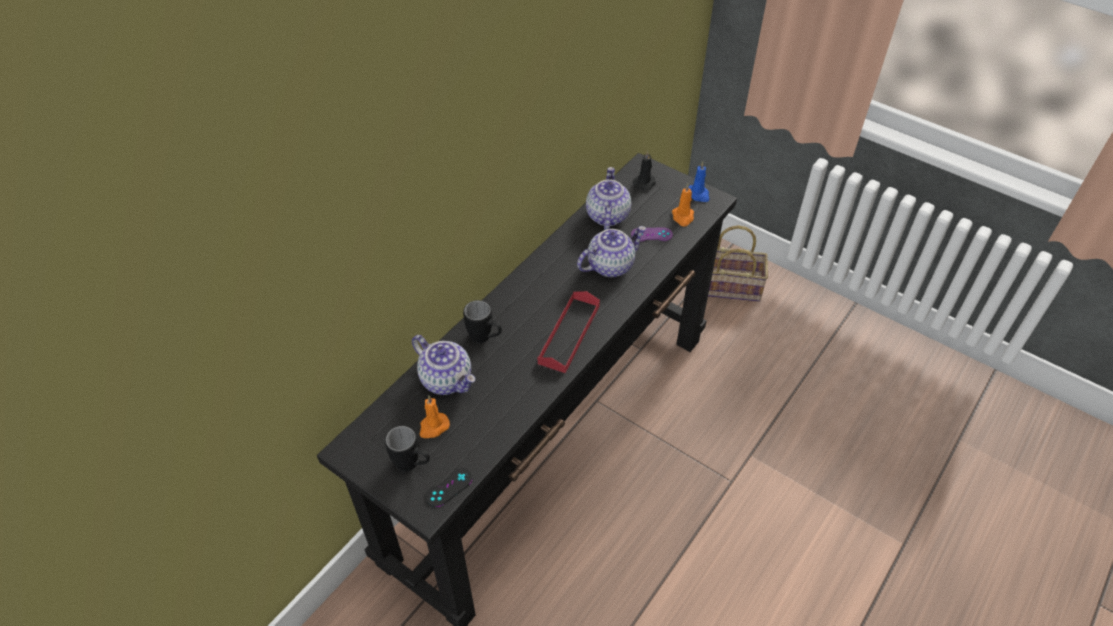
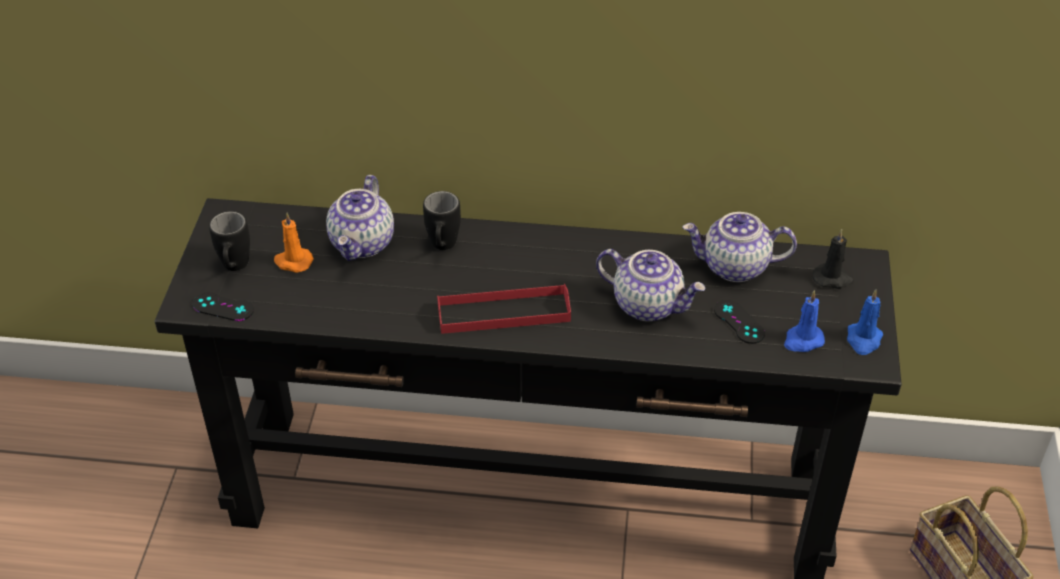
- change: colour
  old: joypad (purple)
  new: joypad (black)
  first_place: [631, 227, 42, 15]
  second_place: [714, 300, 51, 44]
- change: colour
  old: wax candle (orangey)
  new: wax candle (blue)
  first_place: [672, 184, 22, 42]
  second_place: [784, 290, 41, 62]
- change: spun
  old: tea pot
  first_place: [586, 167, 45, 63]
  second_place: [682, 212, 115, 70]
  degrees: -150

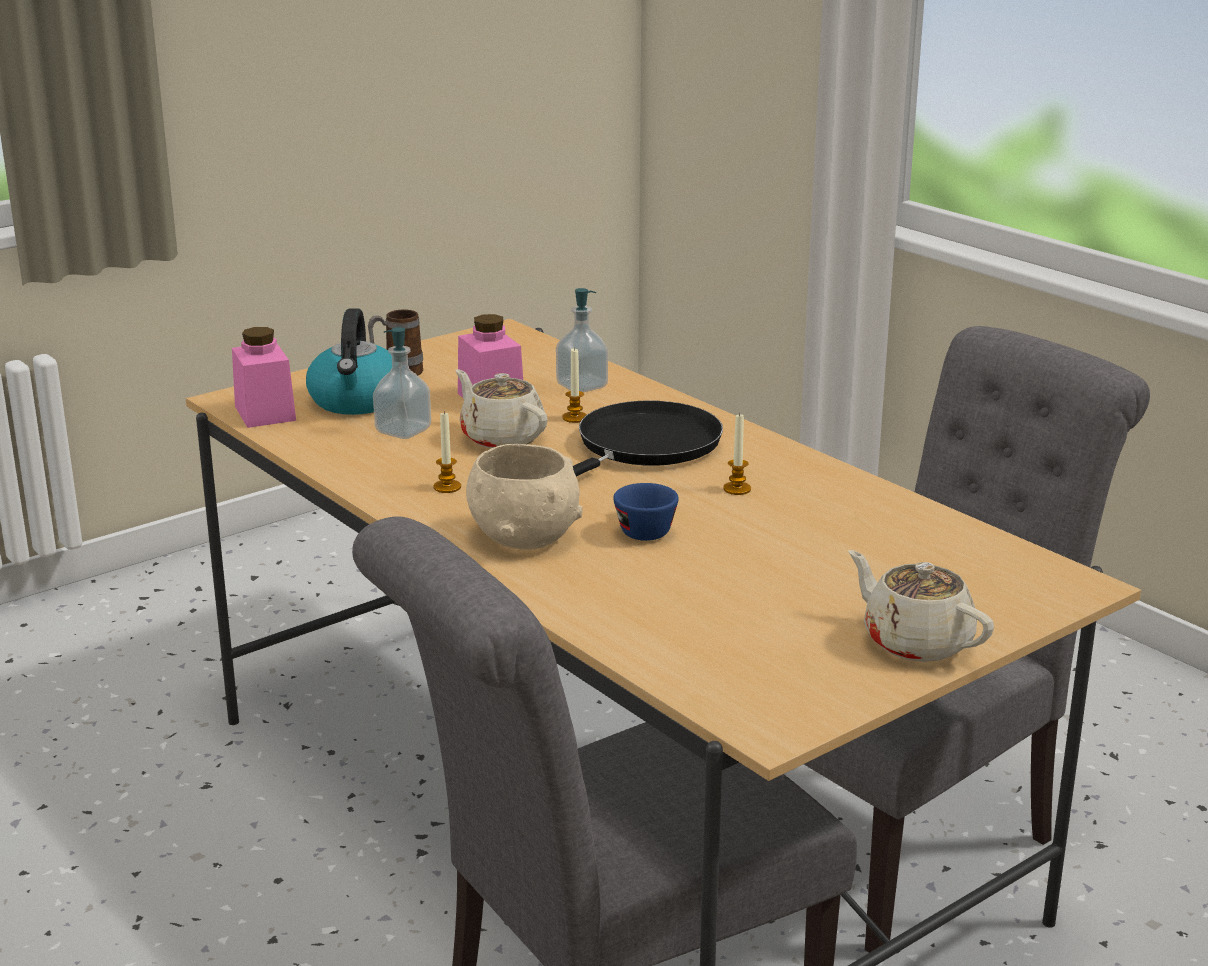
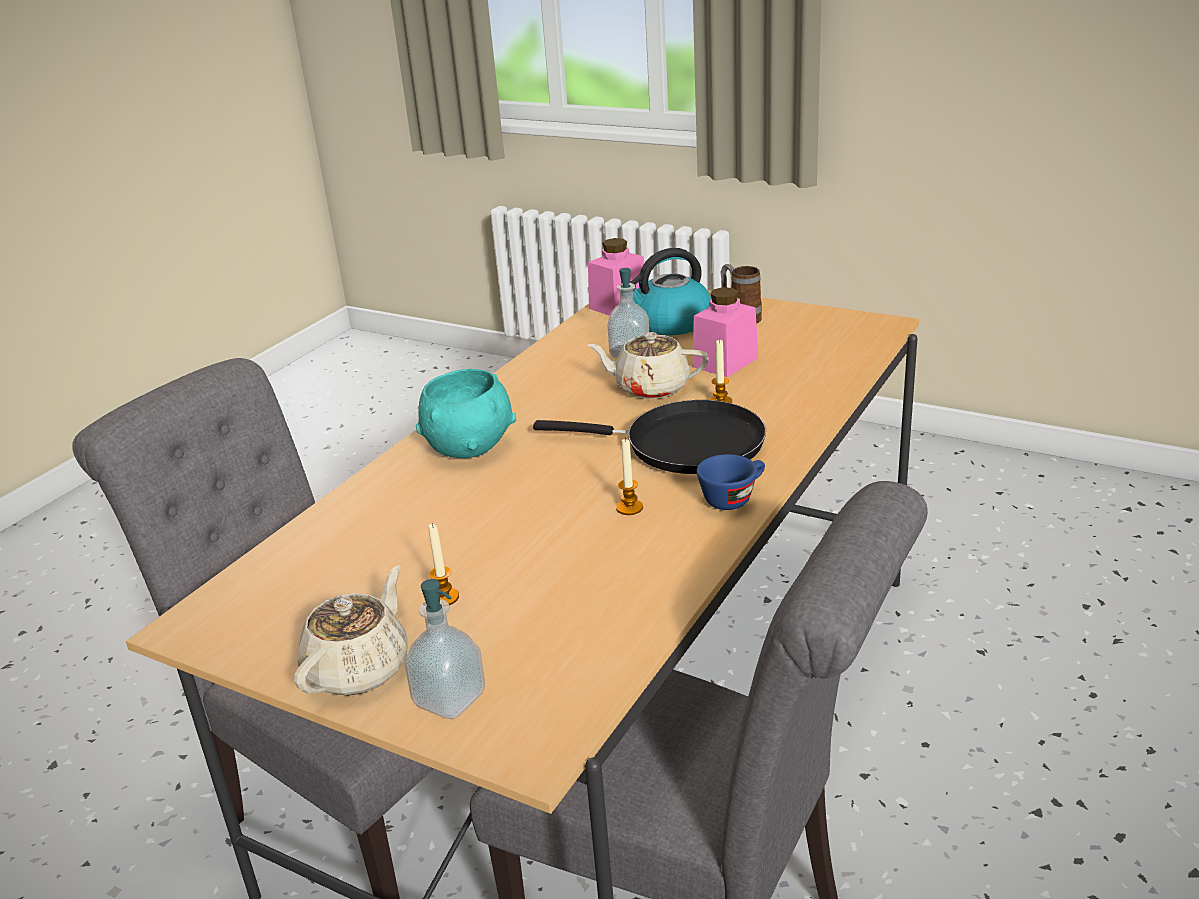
- change: relocated
  old: wax candle
  first_place: [433, 412, 28, 81]
  second_place: [428, 523, 31, 82]
- change: relocated
  old: liquid soap bottle
  first_place: [556, 288, 52, 105]
  second_place: [404, 579, 81, 141]
- change: relocated
  old: small cup (blue)
  first_place: [613, 483, 66, 58]
  second_place: [697, 454, 68, 56]
- change: colour
  old: deep dish (beige-coloured)
  new: deep dish (blue-green)
  first_place: [466, 444, 116, 106]
  second_place: [416, 369, 100, 89]
- change: spun
  old: tea pot (beige-coloured)
  first_place: [455, 369, 93, 79]
  second_place: [587, 332, 122, 67]
  degrees: -105

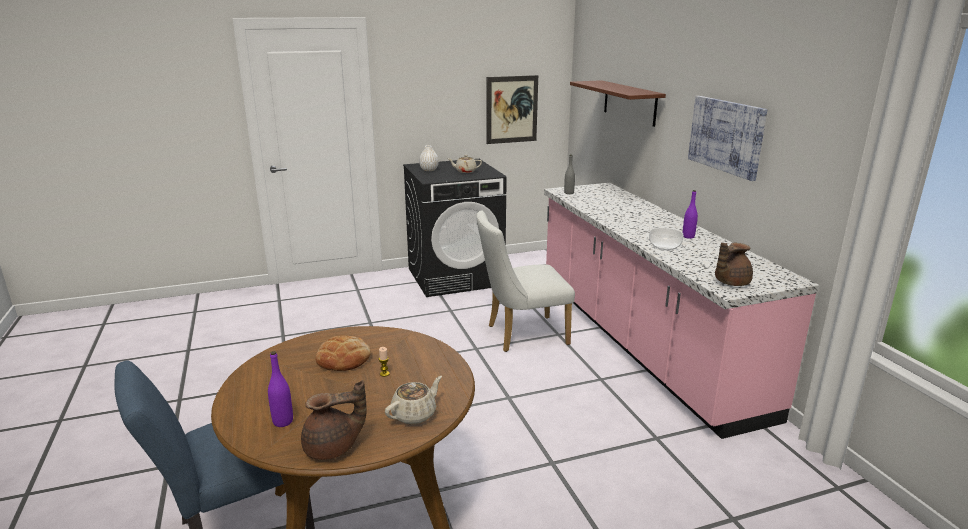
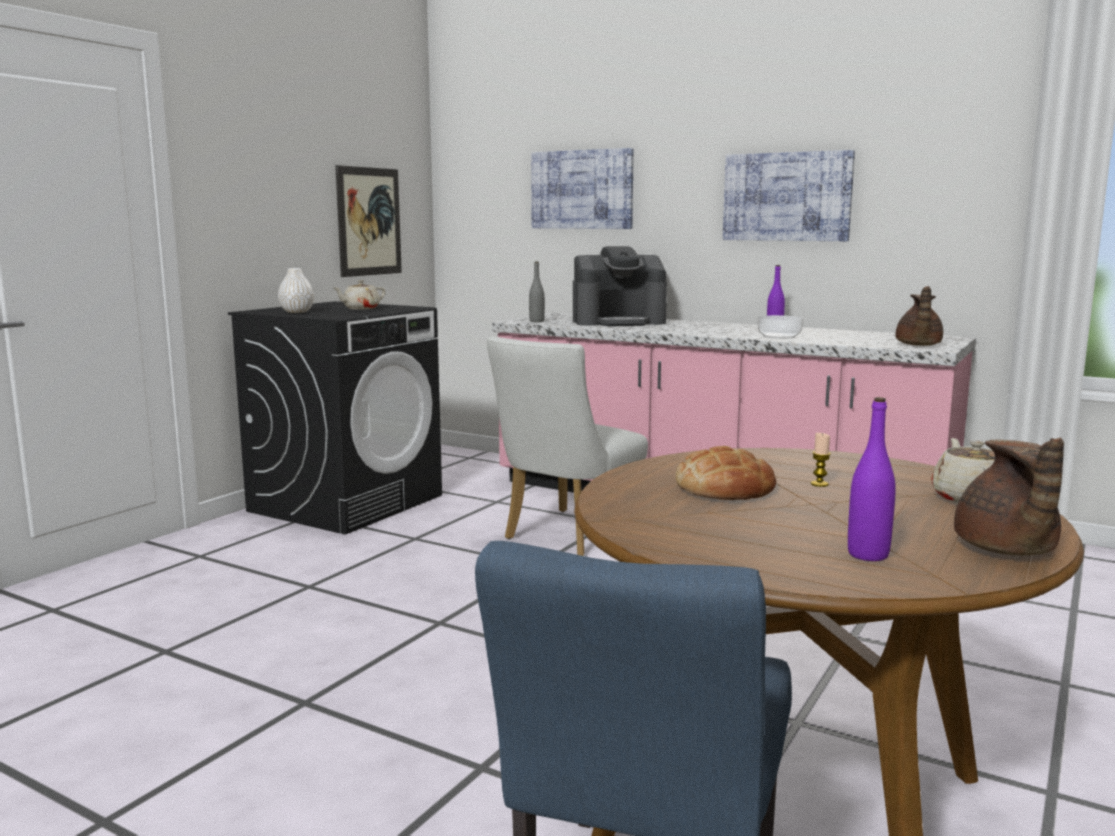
- change: appeared
  new: coffee machine
  second_place: [573, 246, 94, 80]
- change: exchanged
  old: bracket shelf (brown-coloured)
  new: wall picture
  first_place: [570, 80, 96, 47]
  second_place: [531, 148, 103, 81]
- change: spun
  old: tea pot (brown-coloured)
  first_place: [301, 380, 66, 80]
  second_place: [954, 438, 110, 117]
  degrees: 150

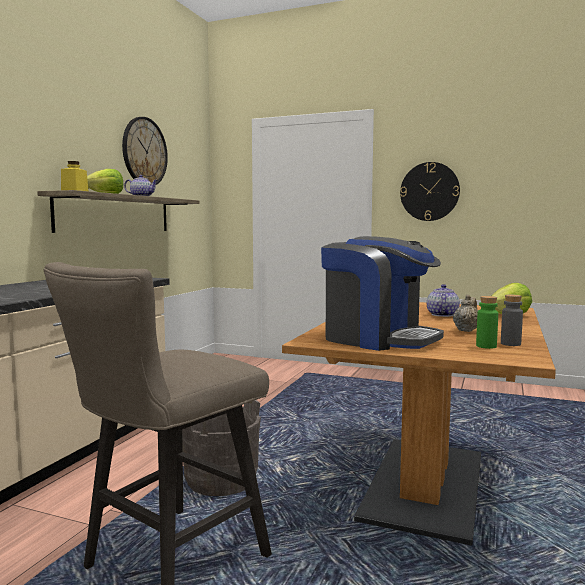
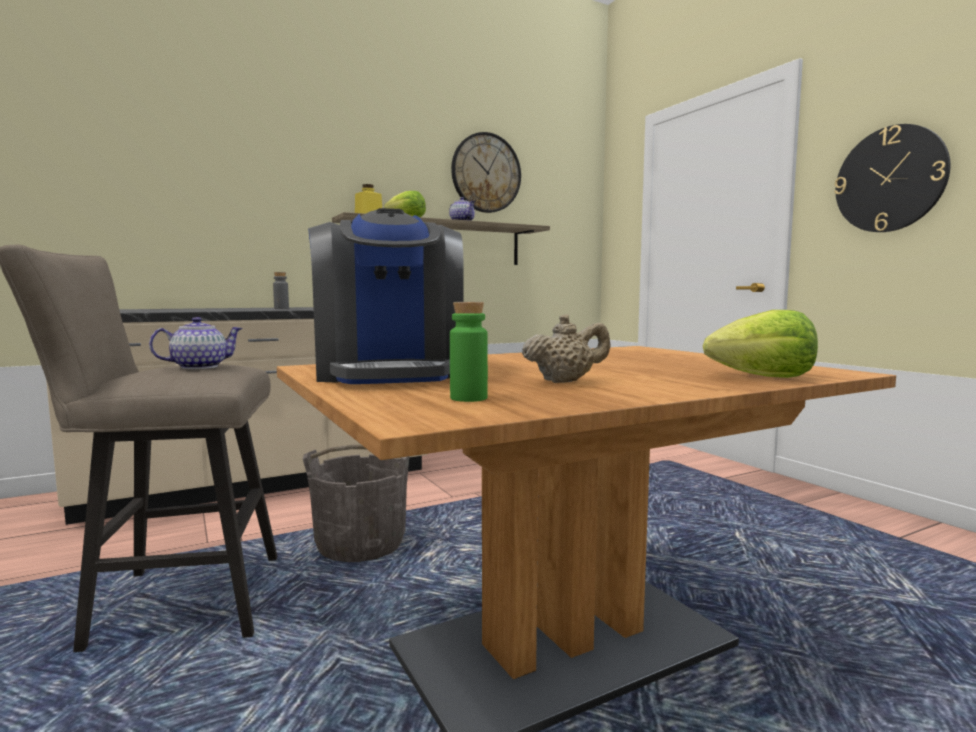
- change: relocated
  old: tea pot
  first_place: [427, 284, 33, 33]
  second_place: [149, 317, 94, 52]
- change: relocated
  old: drink bottle (grey)
  first_place: [501, 295, 22, 51]
  second_place: [273, 272, 16, 37]

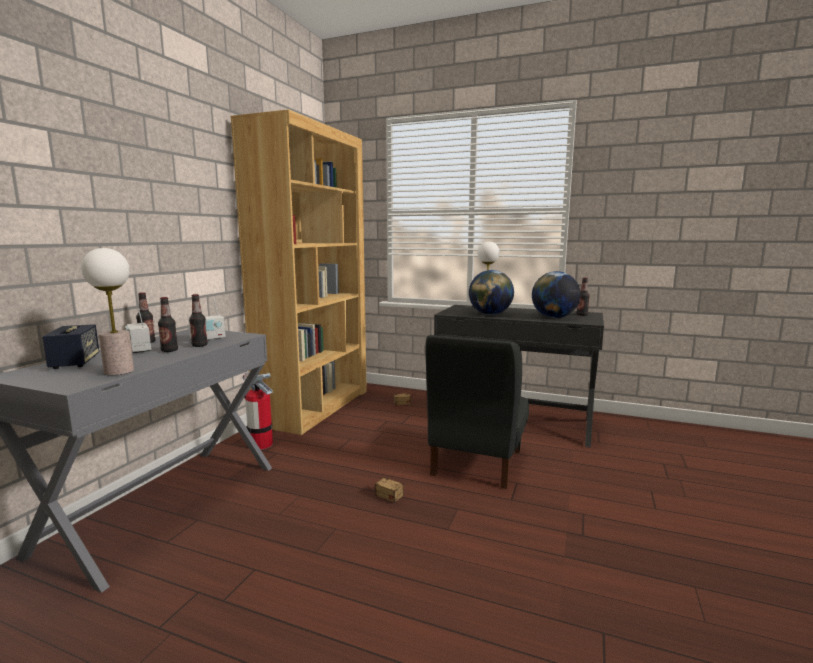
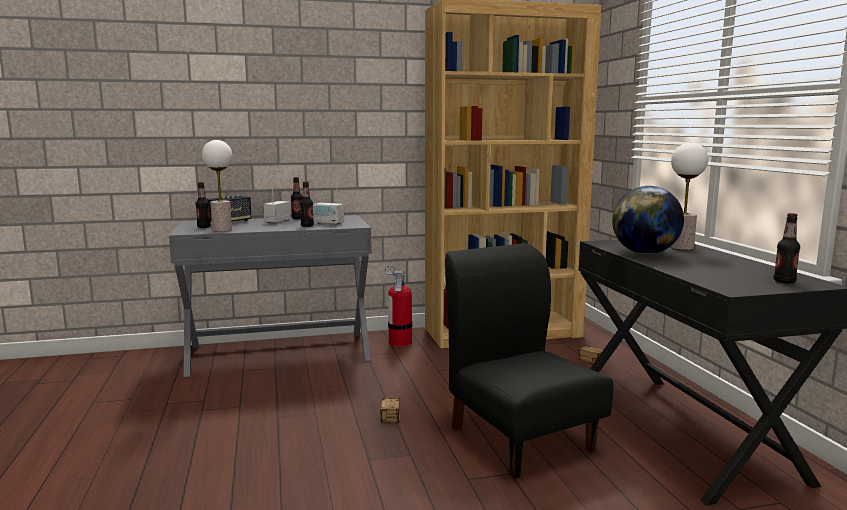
- change: missing
  old: globe
  first_place: [532, 271, 48, 47]
- change: relocated
  old: drink bottle
  first_place: [158, 297, 20, 55]
  second_place: [196, 182, 15, 46]
- change: spun
  old: plain chair (black)
  first_place: [425, 335, 104, 154]
  second_place: [445, 243, 168, 236]
  degrees: 75

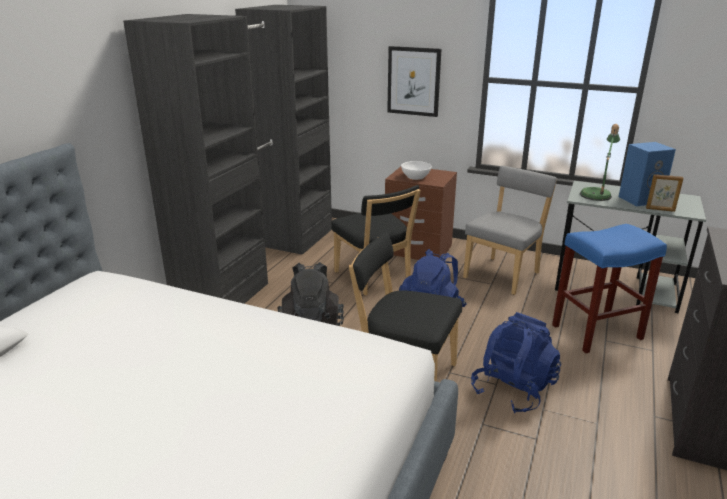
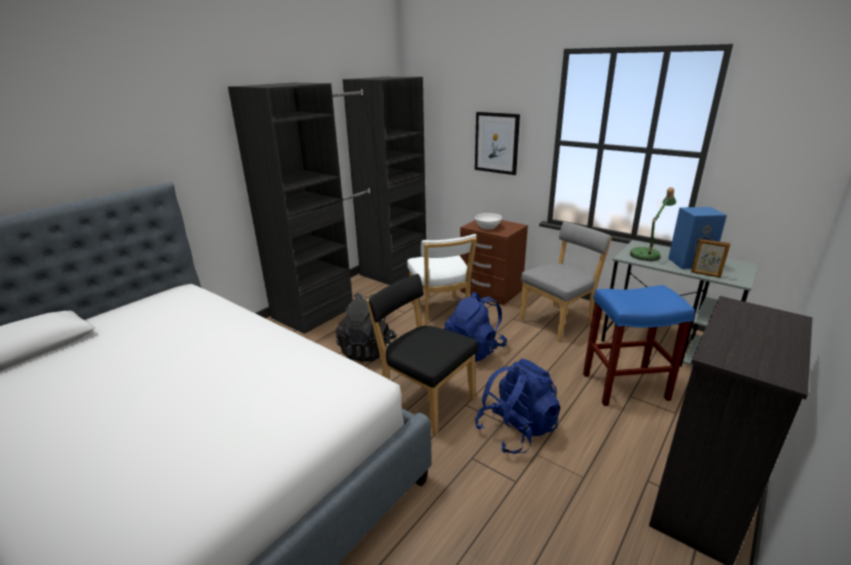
- change: colour
  old: plain chair (black)
  new: plain chair (whitish)
  first_place: [331, 185, 90, 110]
  second_place: [407, 234, 70, 92]

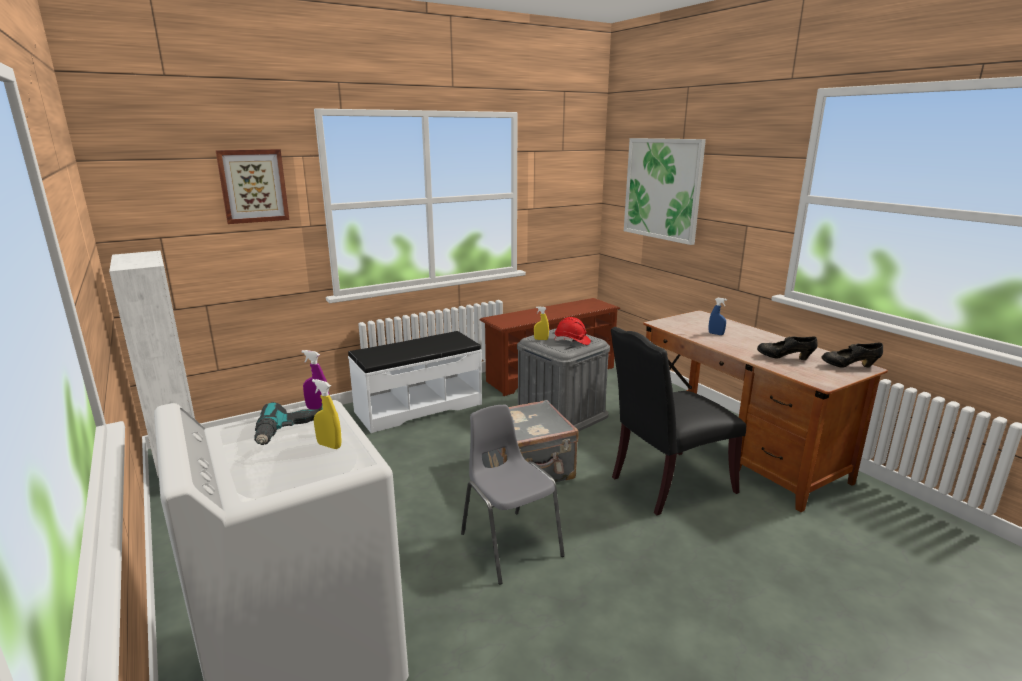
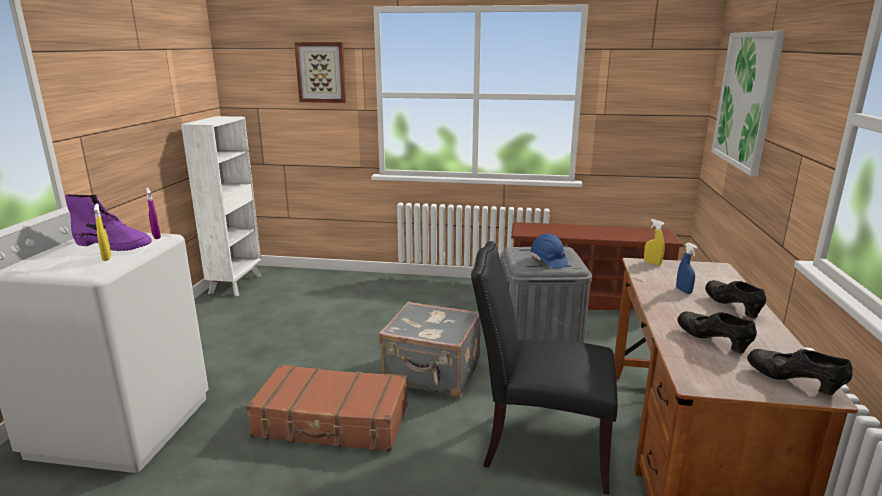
- change: missing
  old: indoor bench (whitish)
  first_place: [348, 331, 134, 102]
- change: appeared
  new: low shoe (black)
  second_place: [705, 280, 61, 38]
- change: relocated
  old: hand sprayer (yellow-coloured)
  first_place: [534, 306, 15, 34]
  second_place: [644, 219, 21, 47]
- change: exchanged
  old: power drill
  new: high-top boot (purple)
  first_place: [254, 402, 69, 43]
  second_place: [65, 194, 87, 57]
- change: exchanged
  old: plain chair (grey)
  new: suitcase (brown-coloured)
  first_place: [461, 405, 104, 180]
  second_place: [246, 364, 162, 88]
- change: colour
  old: hard hat (reddish)
  new: hard hat (blue)
  first_place: [555, 317, 36, 28]
  second_place: [530, 233, 38, 36]

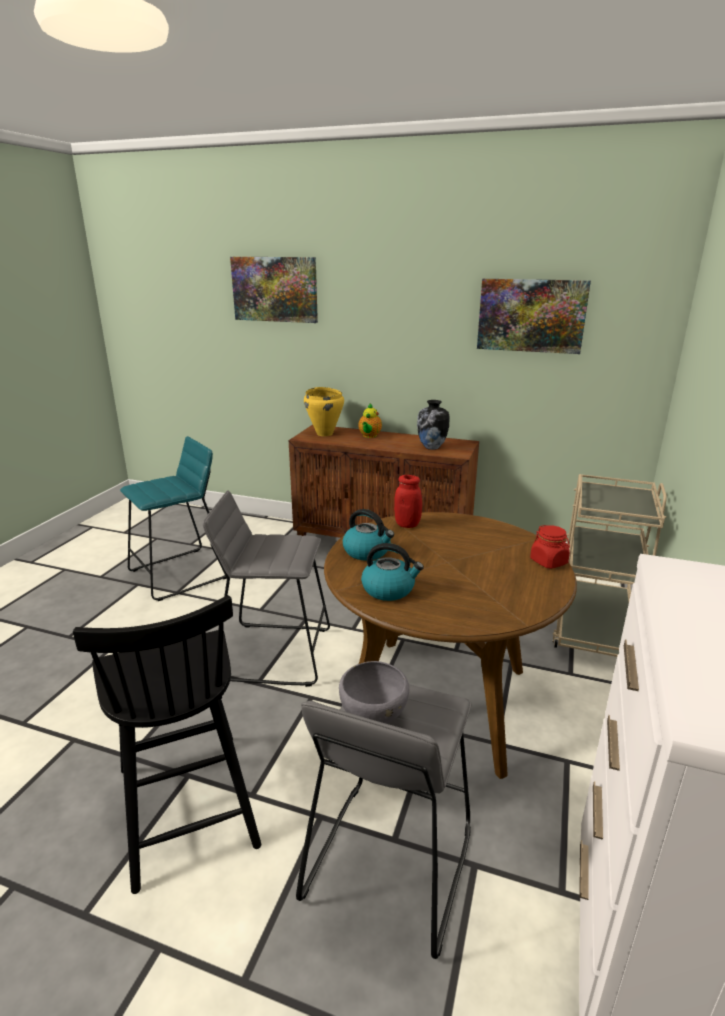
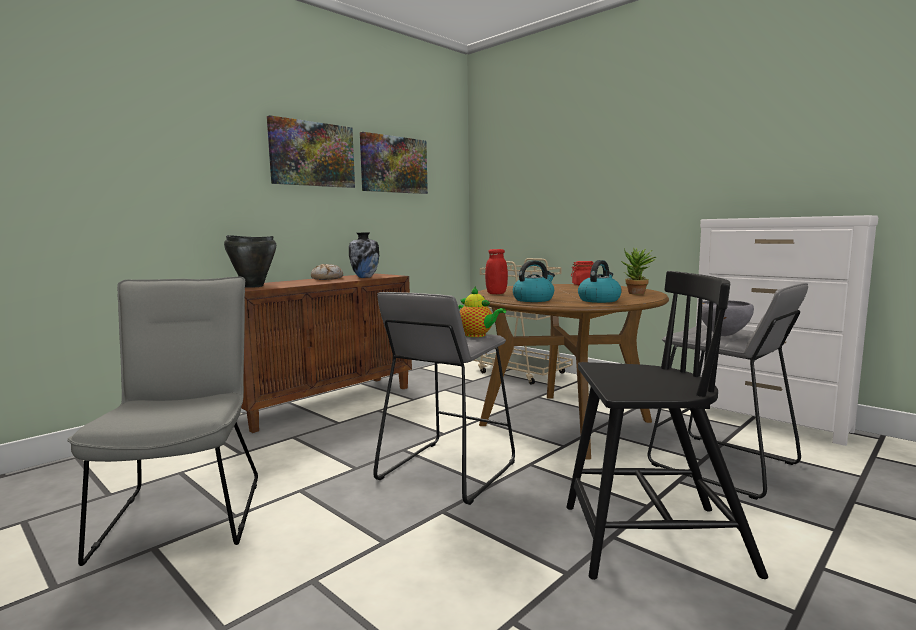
- change: appeared
  new: bakery bread
  second_place: [311, 264, 32, 16]
- change: appeared
  new: potted plant
  second_place: [621, 248, 35, 46]
- change: relocated
  old: wall picture
  first_place: [230, 257, 88, 66]
  second_place: [267, 115, 88, 73]
- change: relocated
  old: tea pot
  first_place: [358, 403, 24, 35]
  second_place: [458, 287, 48, 50]
- change: exchanged
  old: stool seat (blue-green)
  new: plain chair (grey)
  first_place: [120, 436, 107, 165]
  second_place: [67, 277, 191, 289]
- change: colour
  old: saucepot (yellow-coloured)
  new: saucepot (black)
  first_place: [304, 387, 40, 49]
  second_place: [224, 235, 52, 53]

